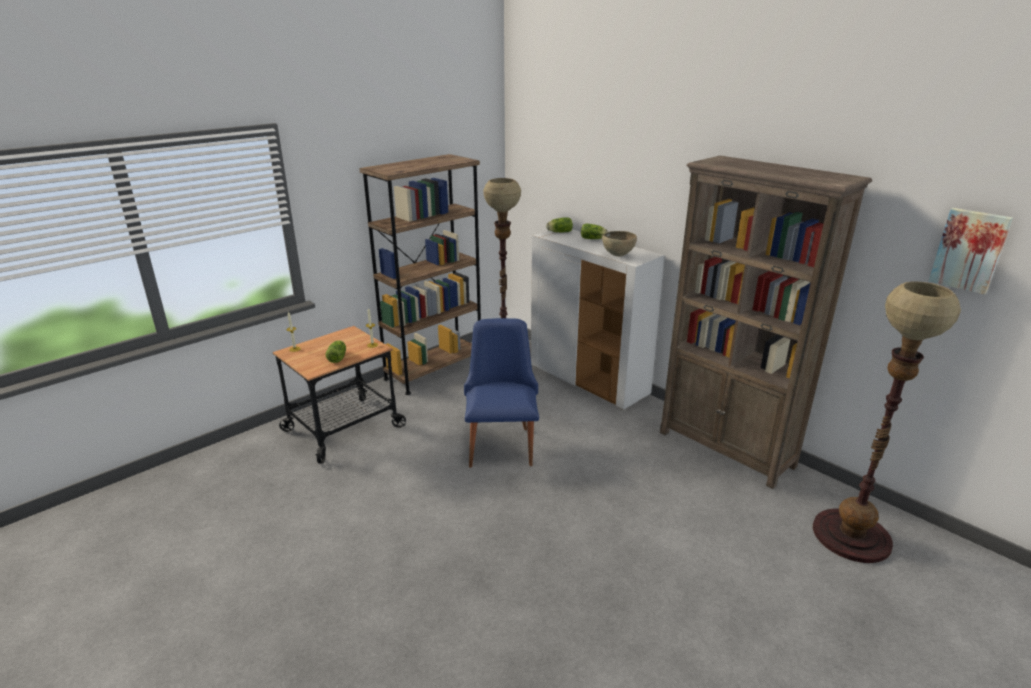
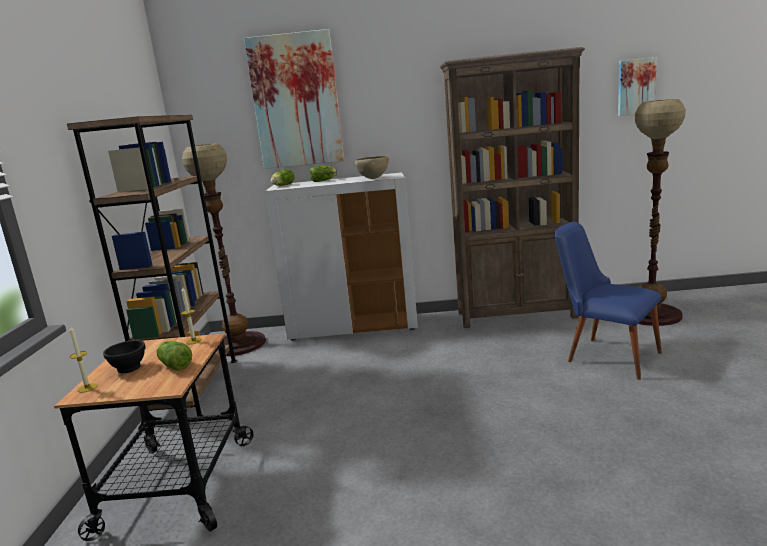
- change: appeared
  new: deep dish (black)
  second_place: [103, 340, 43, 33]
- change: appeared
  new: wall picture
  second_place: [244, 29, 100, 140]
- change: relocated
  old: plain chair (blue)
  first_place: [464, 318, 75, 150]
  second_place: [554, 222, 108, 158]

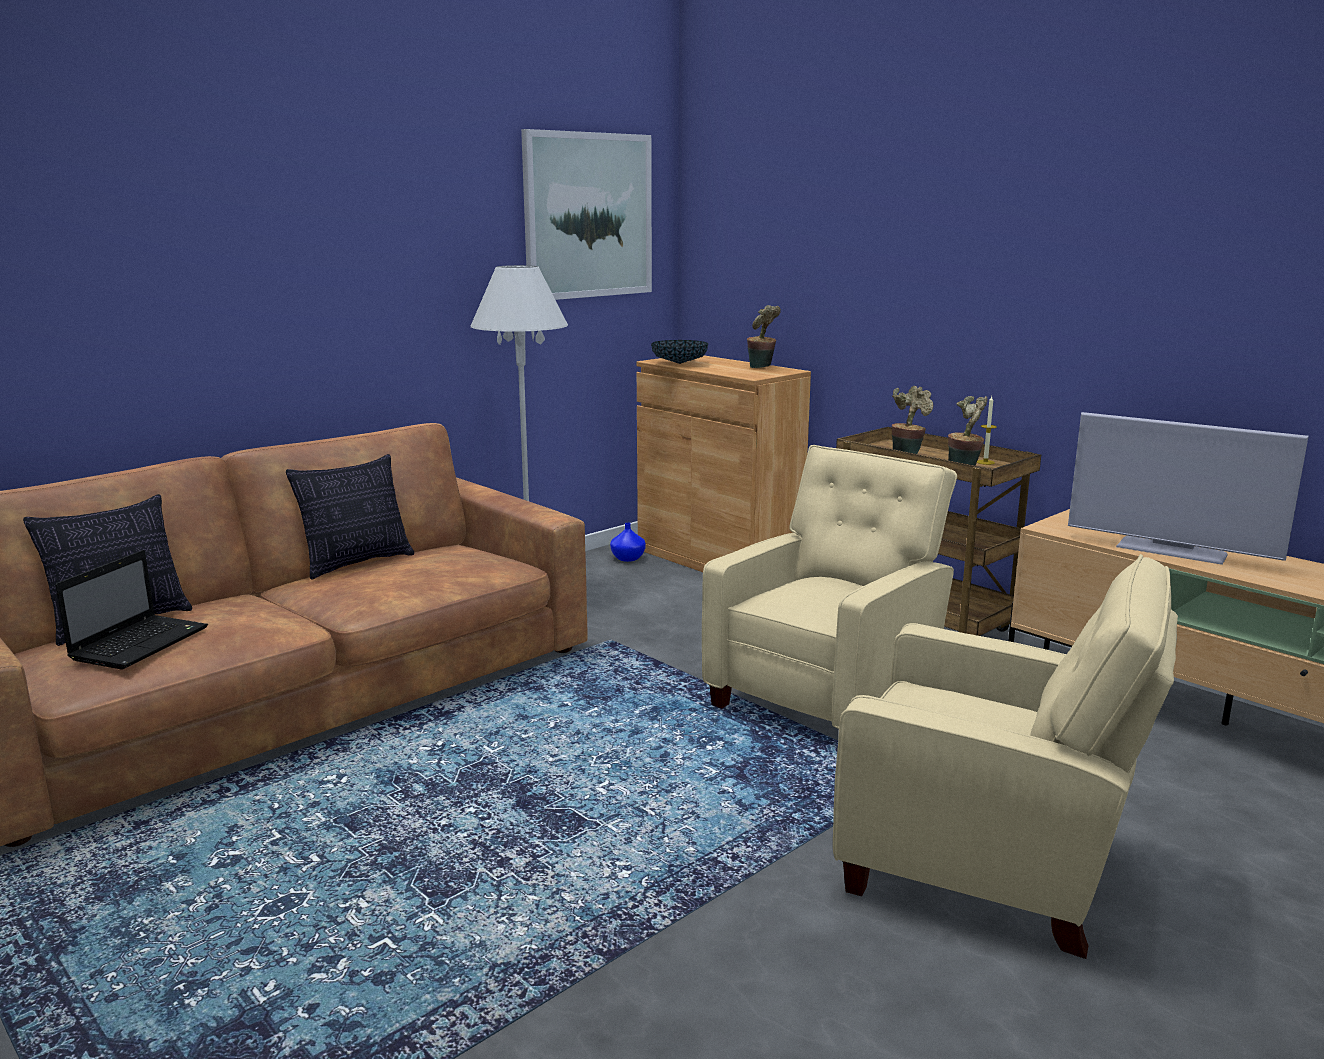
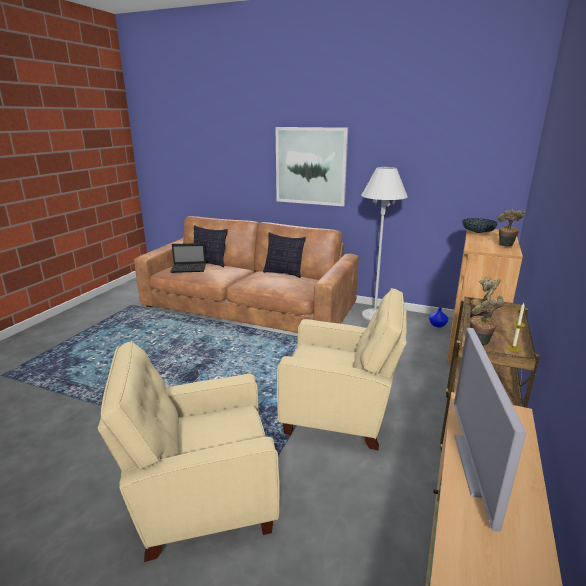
- change: relocated
  old: wall picture
  first_place: [521, 129, 131, 171]
  second_place: [275, 127, 73, 79]
- change: spun
  old: lounge chair (beige-coloured)
  first_place: [833, 554, 345, 405]
  second_place: [98, 341, 182, 221]
  degrees: 75

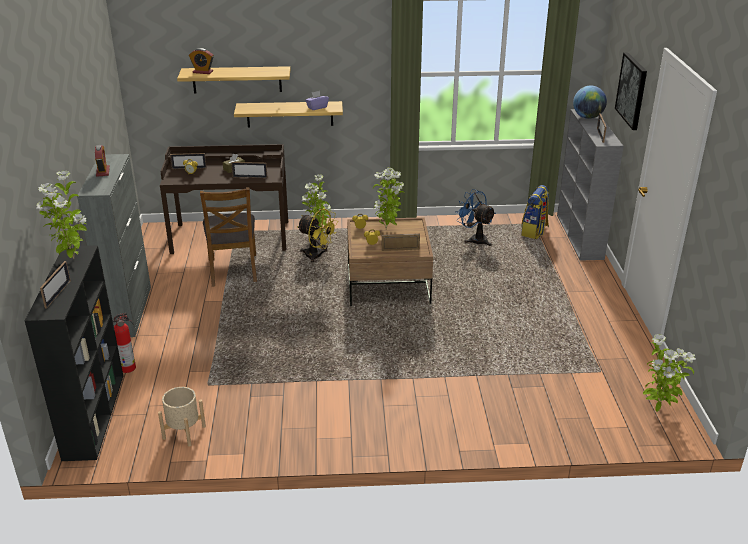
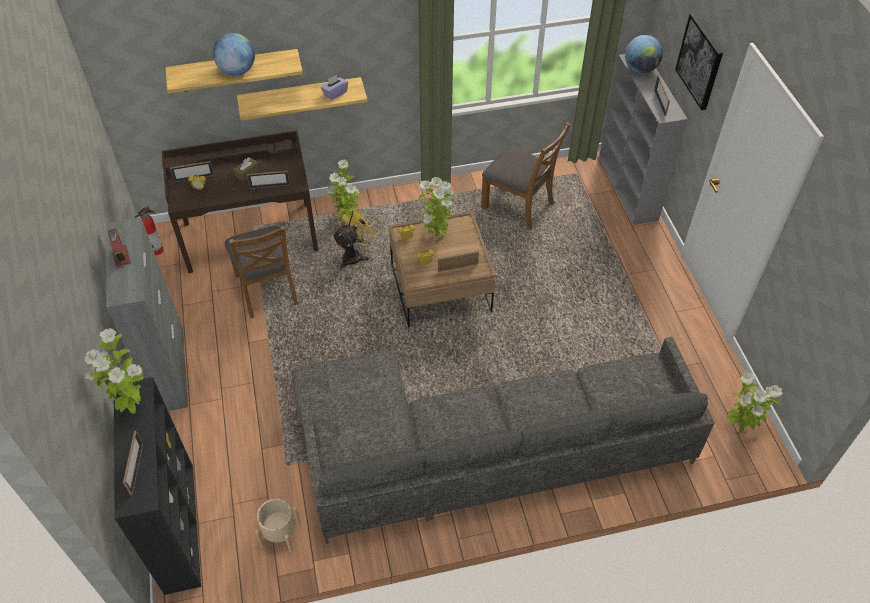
- change: missing
  old: table clock
  first_place: [189, 48, 25, 26]
- change: missing
  old: knapsack
  first_place: [521, 185, 28, 54]
- change: appeared
  new: globe
  second_place: [213, 33, 42, 43]
- change: appeared
  new: settee (grey)
  second_place: [292, 337, 423, 207]
- change: relocated
  old: extinguisher
  first_place: [113, 313, 23, 60]
  second_place: [134, 206, 29, 49]
- change: exchanged
  old: fan (blue)
  new: plain chair (brown-coloured)
  first_place: [455, 189, 41, 57]
  second_place: [481, 122, 90, 108]
- change: spun
  old: fan (yellow-coloured)
  first_place: [297, 209, 41, 54]
  second_place: [332, 204, 47, 65]
  degrees: -75

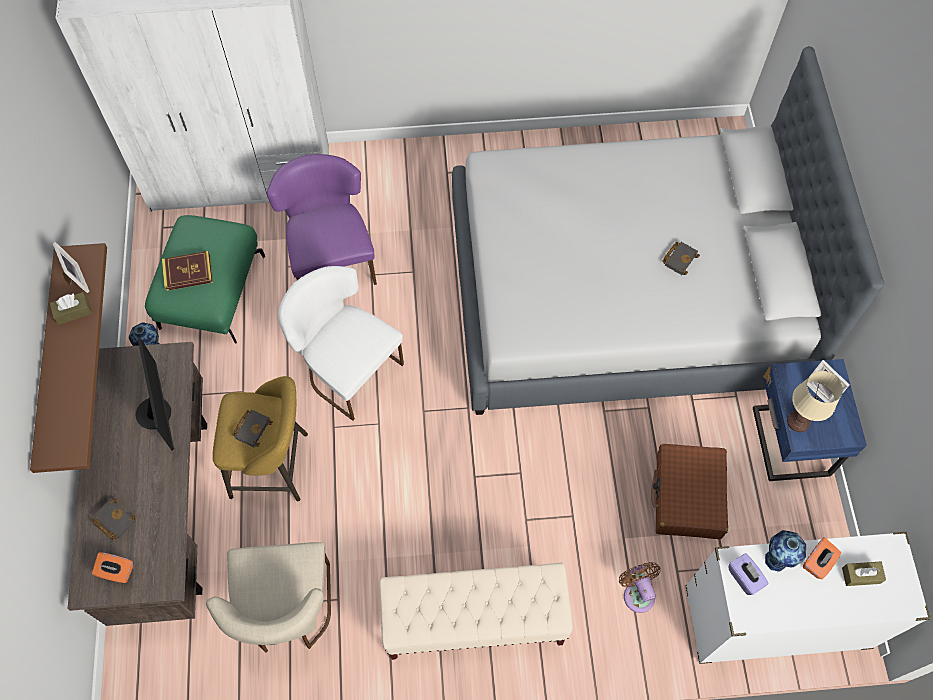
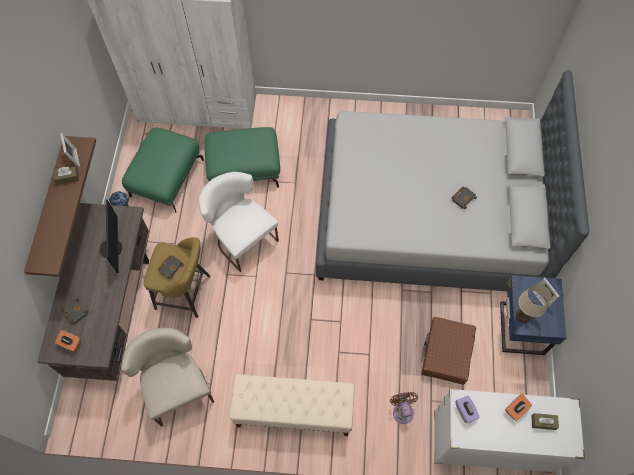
- change: missing
  old: volume
  first_place: [162, 251, 51, 40]
- change: missing
  old: flower vase
  first_place: [765, 530, 41, 43]
- change: exchanged
  old: plain chair (purple)
  new: footrest (green-coloured)
  first_place: [267, 154, 110, 131]
  second_place: [205, 127, 75, 61]
- change: spun
  old: plain chair (beige-coloured)
  first_place: [206, 542, 125, 110]
  second_place: [121, 328, 93, 99]
  degrees: 150

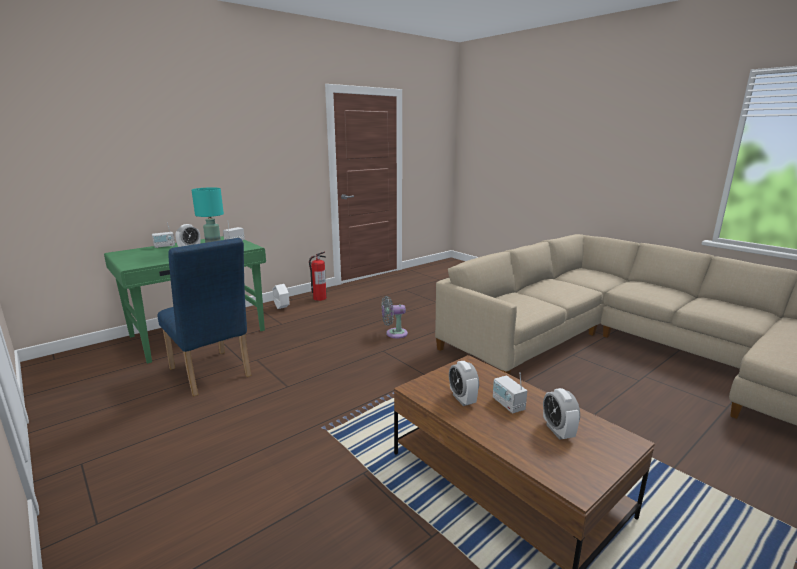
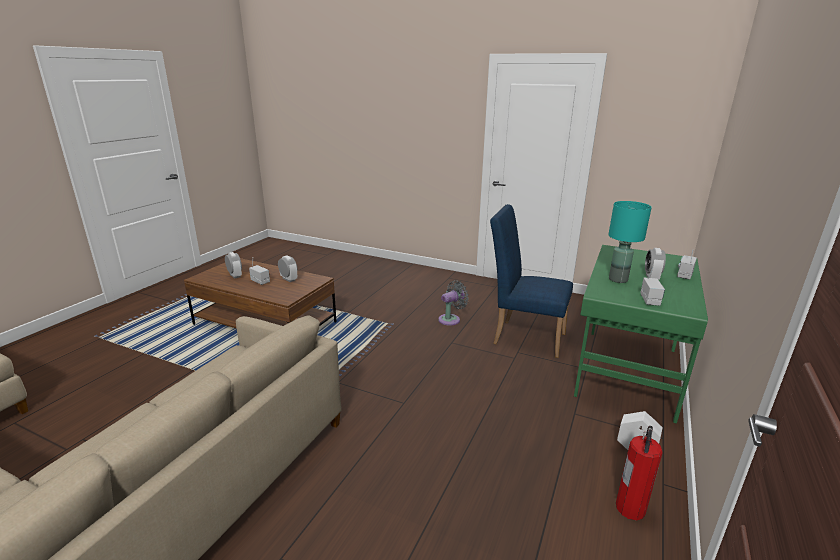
- change: relocated
  old: fan (grey)
  first_place: [382, 296, 26, 42]
  second_place: [438, 280, 31, 46]

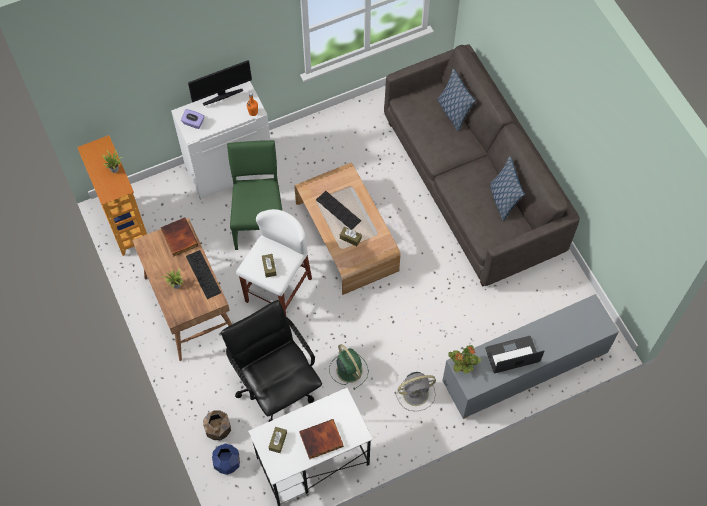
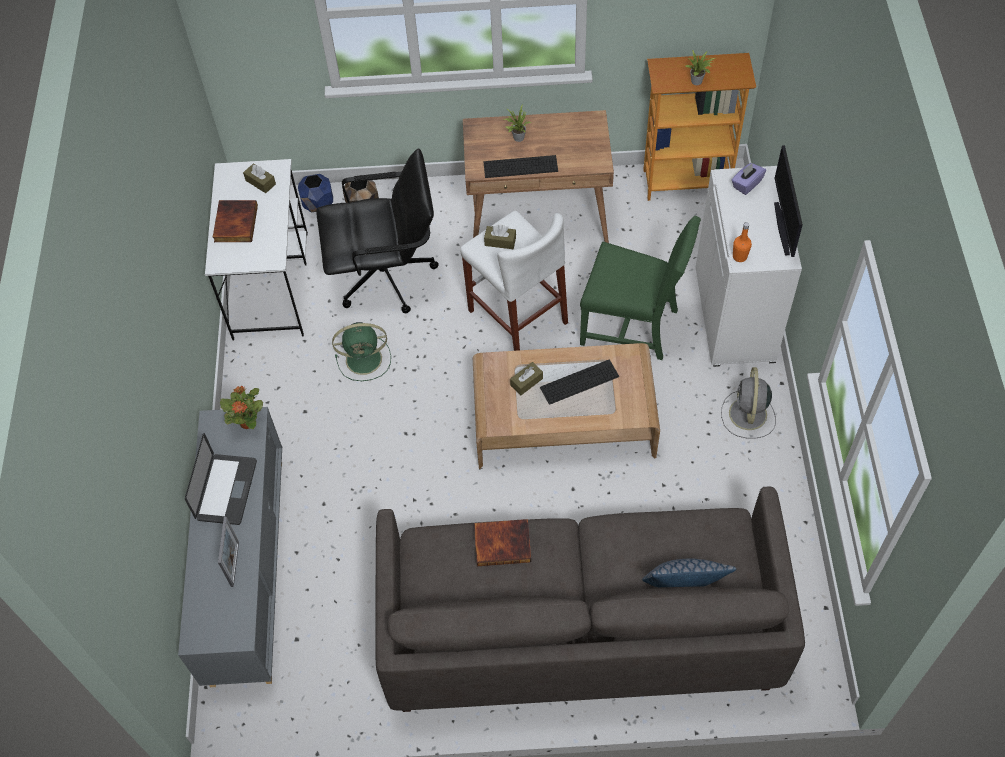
- change: missing
  old: pillow
  first_place: [490, 156, 35, 65]
- change: appeared
  new: standing frame
  second_place: [218, 517, 21, 70]
- change: relocated
  old: volume
  first_place: [160, 217, 38, 40]
  second_place: [474, 519, 57, 47]
- change: relocated
  old: fan (grey)
  first_place: [394, 372, 42, 39]
  second_place: [721, 367, 55, 72]

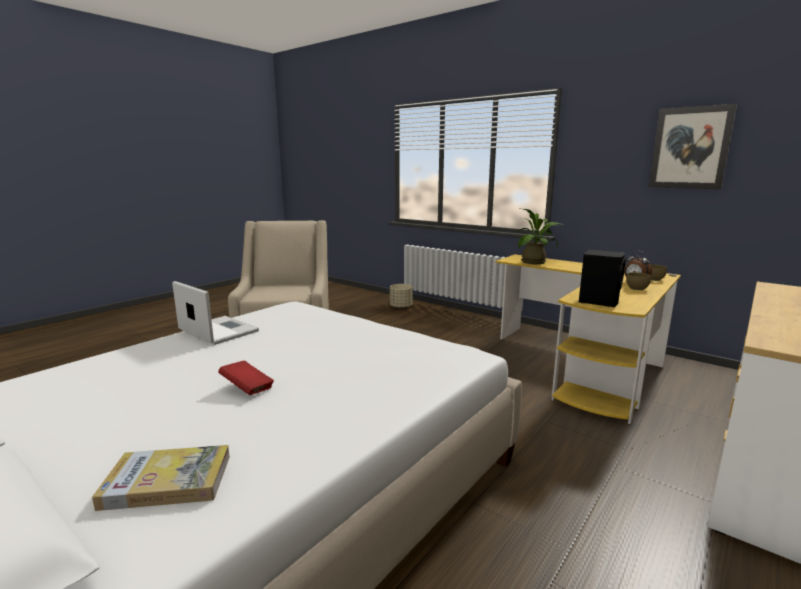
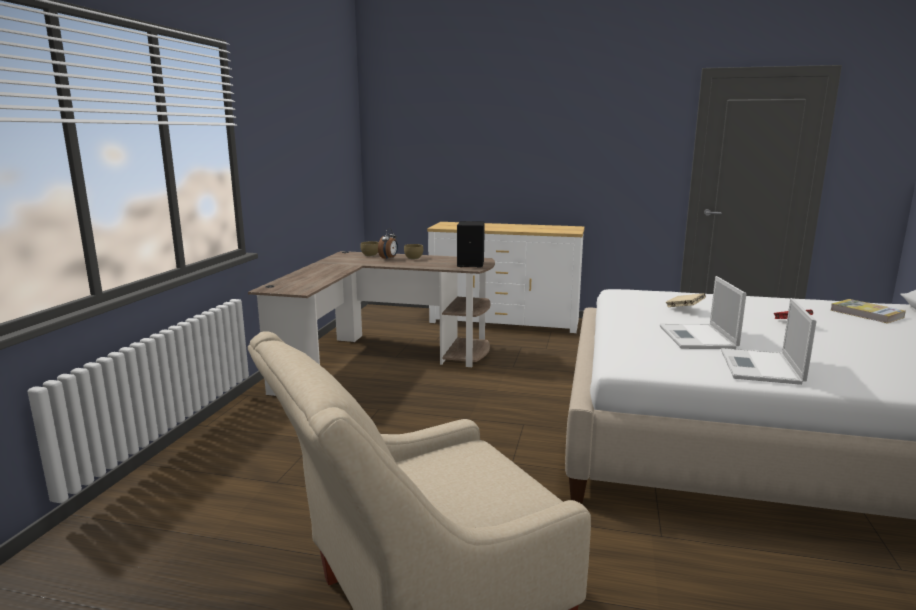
- change: missing
  old: planter (beige-coloured)
  first_place: [390, 284, 23, 25]
- change: missing
  old: potted plant
  first_place: [517, 209, 47, 55]
- change: missing
  old: wall picture
  first_place: [649, 104, 88, 85]
- change: appeared
  new: notebook computer
  second_place: [660, 276, 86, 73]
- change: appeared
  new: volume (beige-coloured)
  second_place: [666, 293, 40, 14]
- change: colour
  old: desk (yellow-coloured)
  new: desk (brown-coloured)
  first_place: [495, 254, 186, 170]
  second_place: [248, 251, 247, 145]

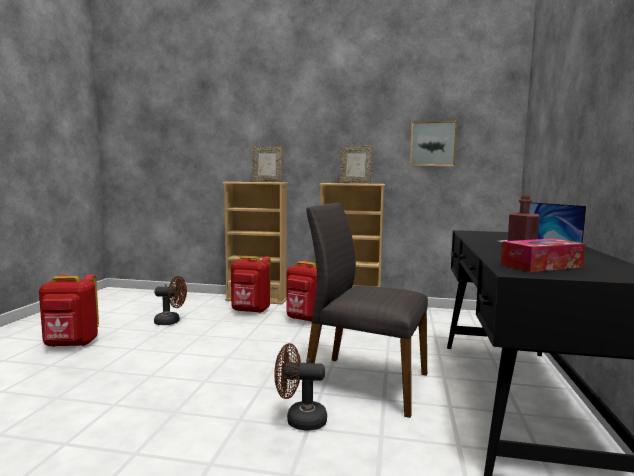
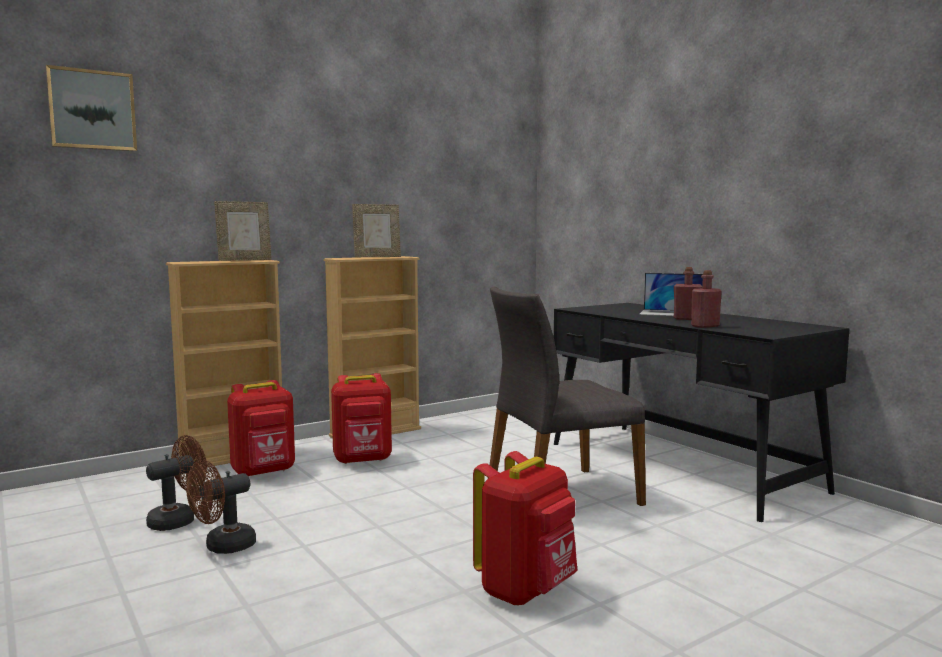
- change: missing
  old: tissue box
  first_place: [501, 238, 85, 34]
- change: appeared
  new: drink bottle (reddish)
  second_place: [691, 270, 31, 58]
- change: relocated
  old: knapsack (reddish)
  first_place: [39, 274, 60, 73]
  second_place: [473, 451, 105, 155]
- change: relocated
  old: fan (brown-coloured)
  first_place: [274, 343, 53, 87]
  second_place: [186, 460, 70, 94]
- change: relocated
  old: wall picture
  first_place: [410, 121, 47, 45]
  second_place: [45, 65, 92, 86]

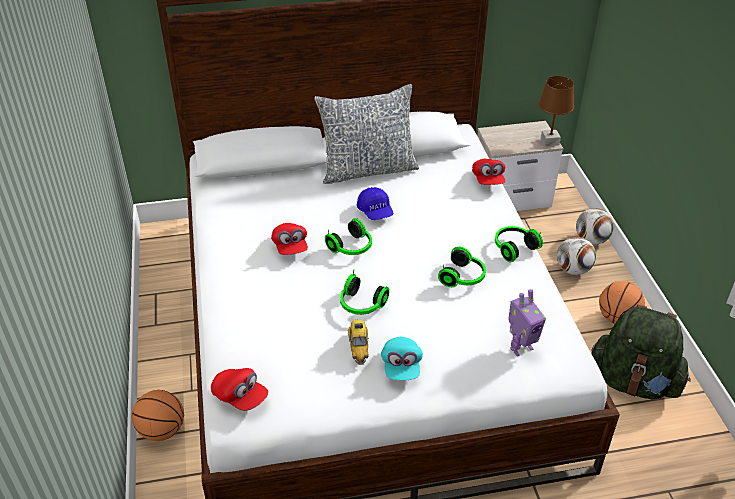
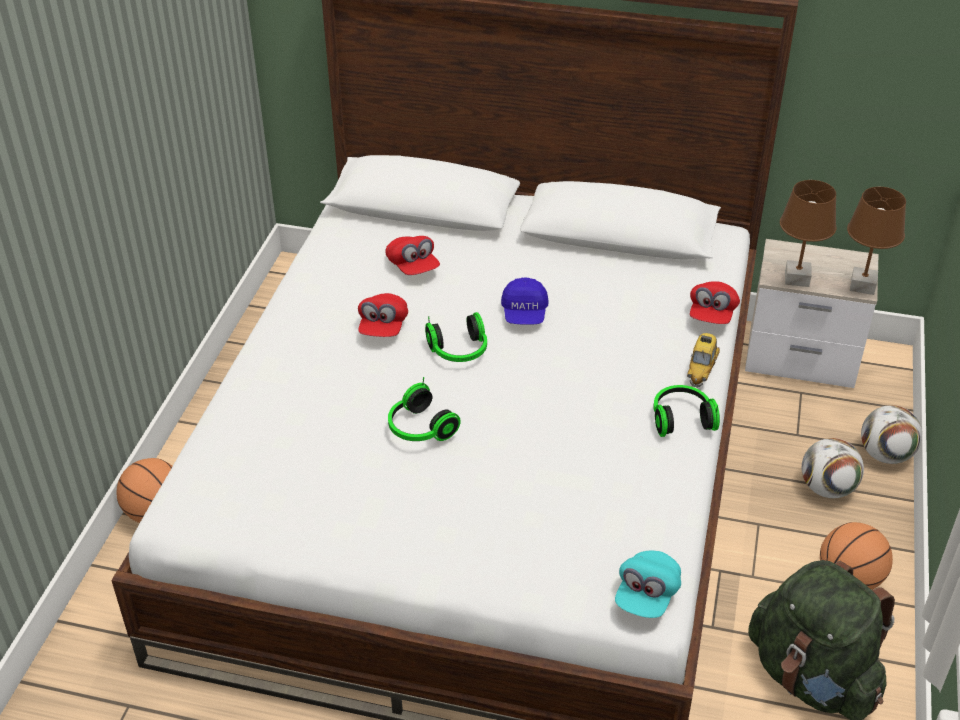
- change: missing
  old: pillow
  first_place: [314, 84, 105, 100]
- change: missing
  old: headphones
  first_place: [438, 247, 48, 40]
- change: missing
  old: robot figure
  first_place: [509, 289, 37, 67]
- change: appeared
  new: lamp for a table (brown-coloured)
  second_place: [780, 180, 56, 107]
- change: relocated
  old: cap (reddish)
  first_place: [211, 368, 57, 43]
  second_place: [385, 236, 55, 39]
- change: relocated
  old: model car
  first_place: [348, 320, 21, 45]
  second_place: [687, 333, 33, 55]
- change: relocated
  old: cap (blue-green)
  first_place: [381, 337, 42, 43]
  second_place: [615, 551, 66, 67]

